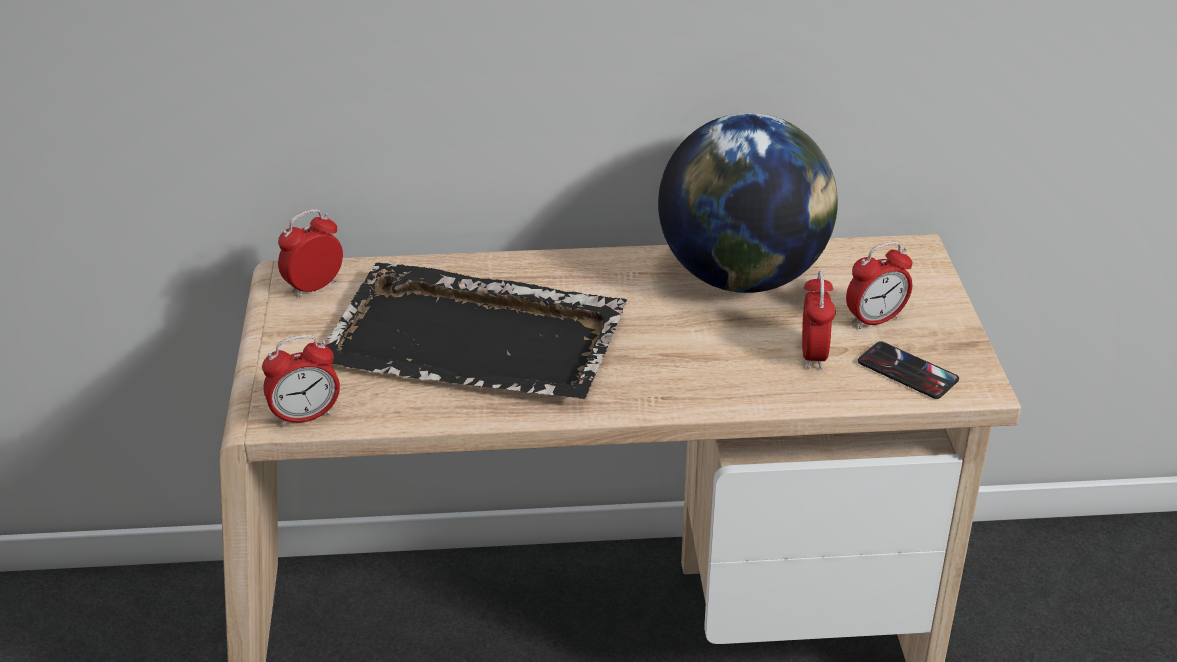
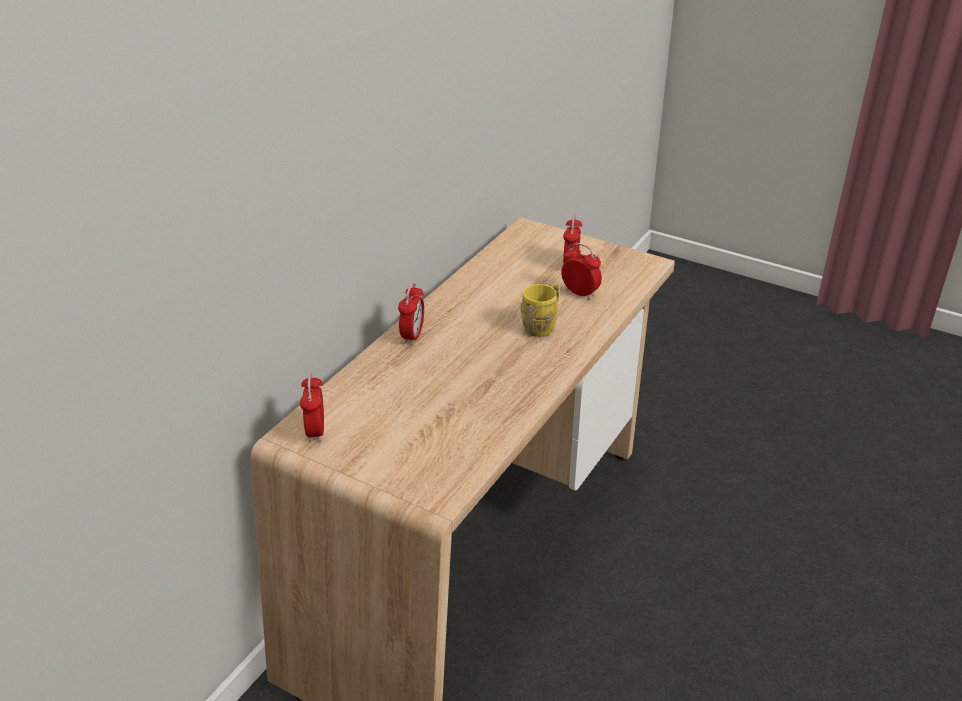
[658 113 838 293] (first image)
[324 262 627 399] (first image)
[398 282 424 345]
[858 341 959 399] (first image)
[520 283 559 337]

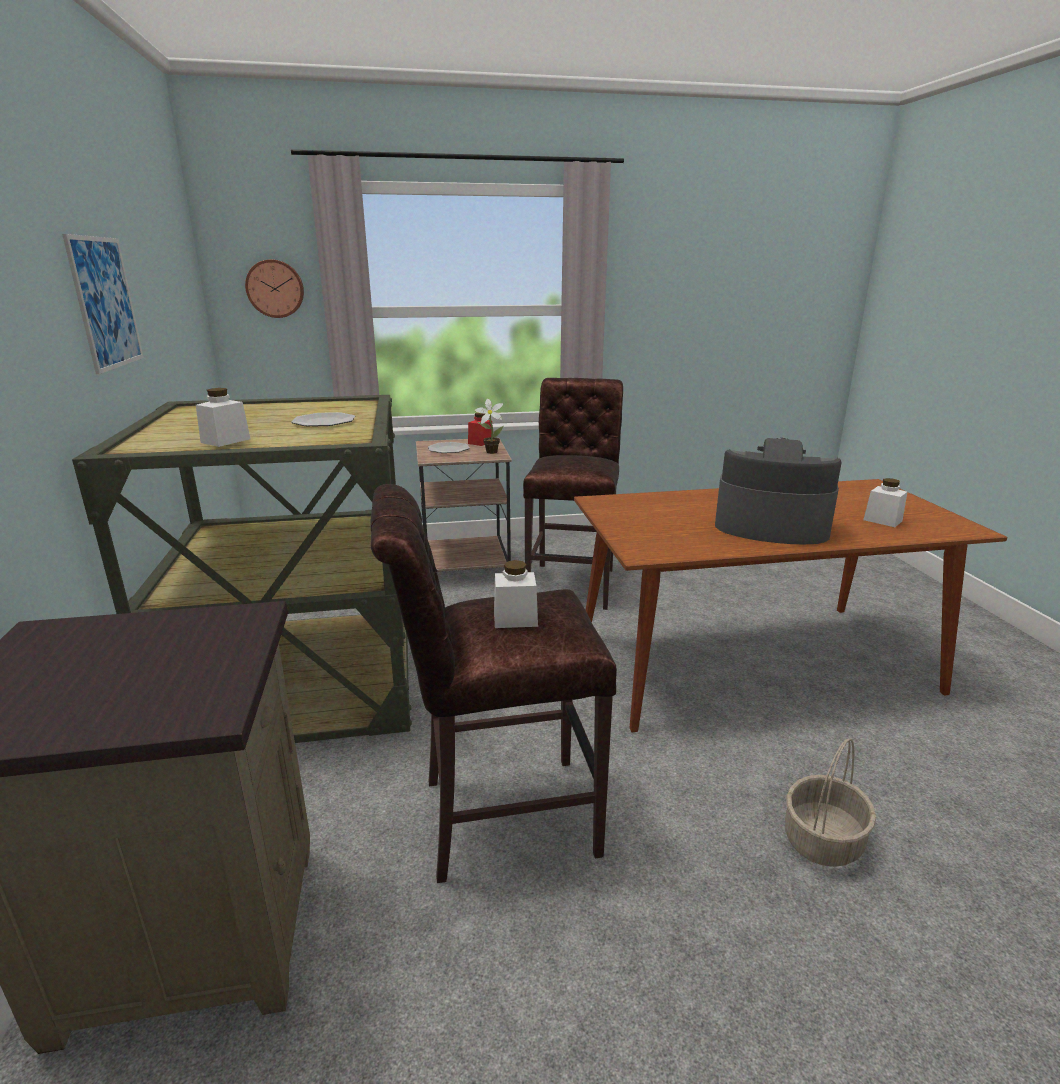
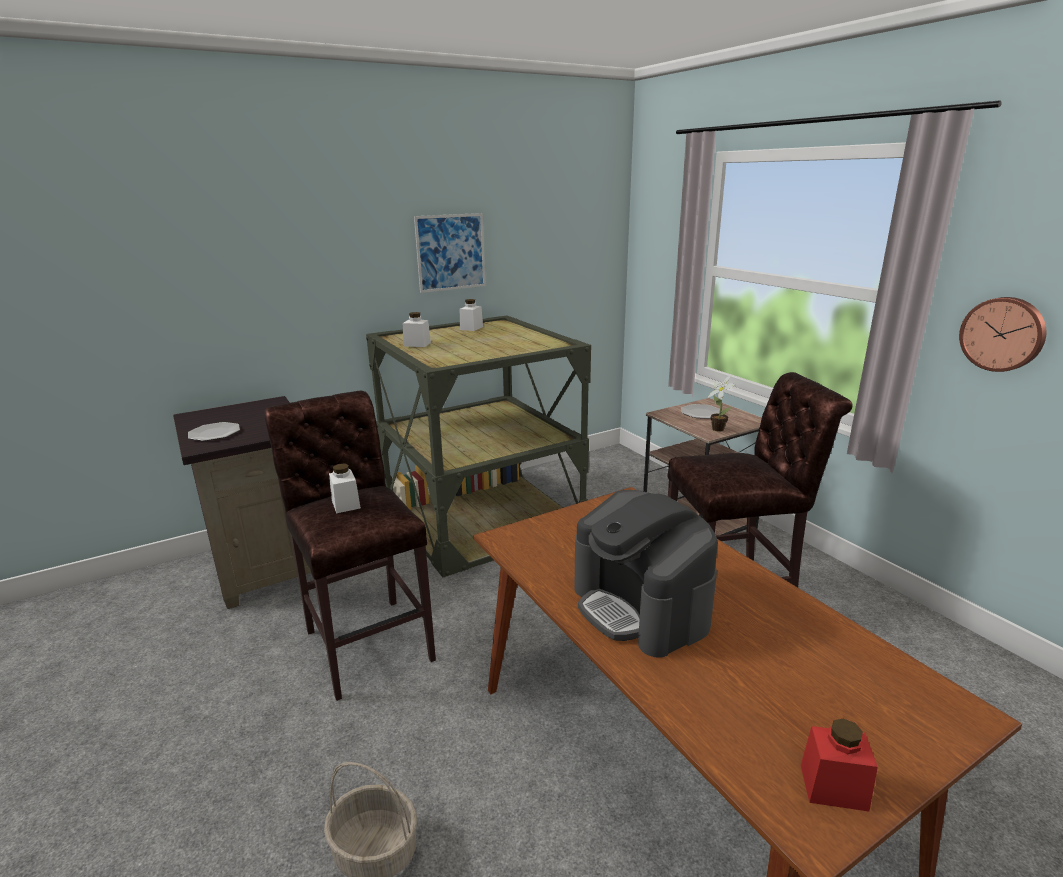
[959 297 1046 372]
[188 422 240 441]
[801 719 878 811]
[574 490 718 657]
[460 299 483 331]

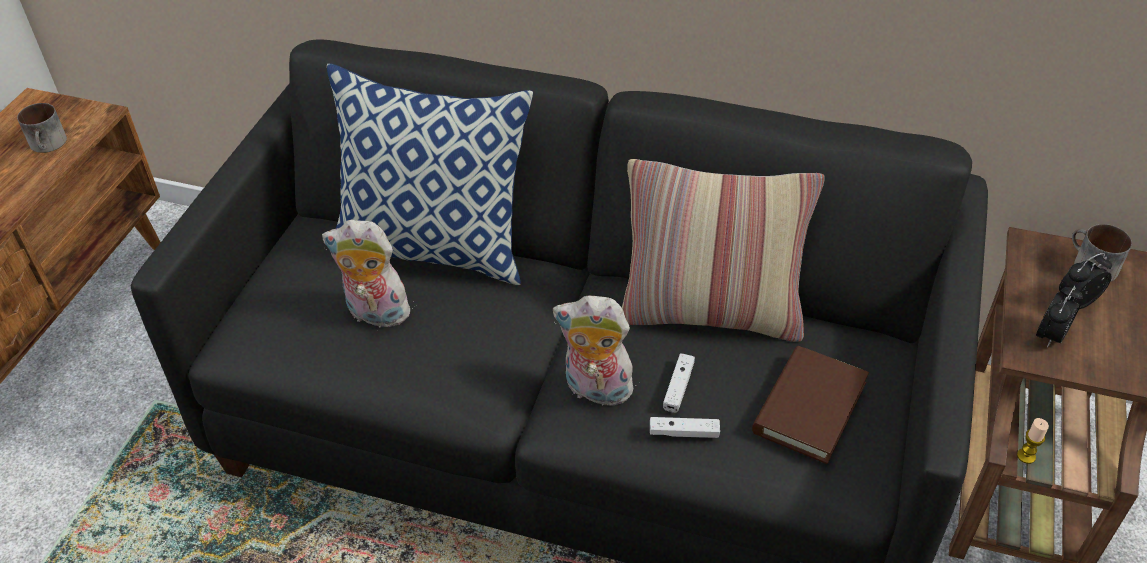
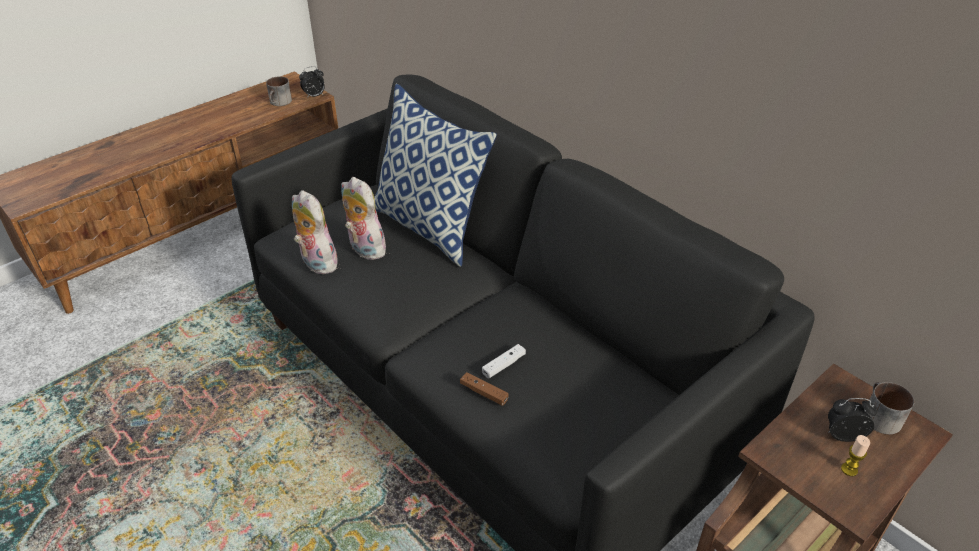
[622 159 825 342] (first image)
[299 66 325 98]
[292 190 338 274]
[752 346 869 464] (first image)
[460 372 509 406]
[841 435 870 476]

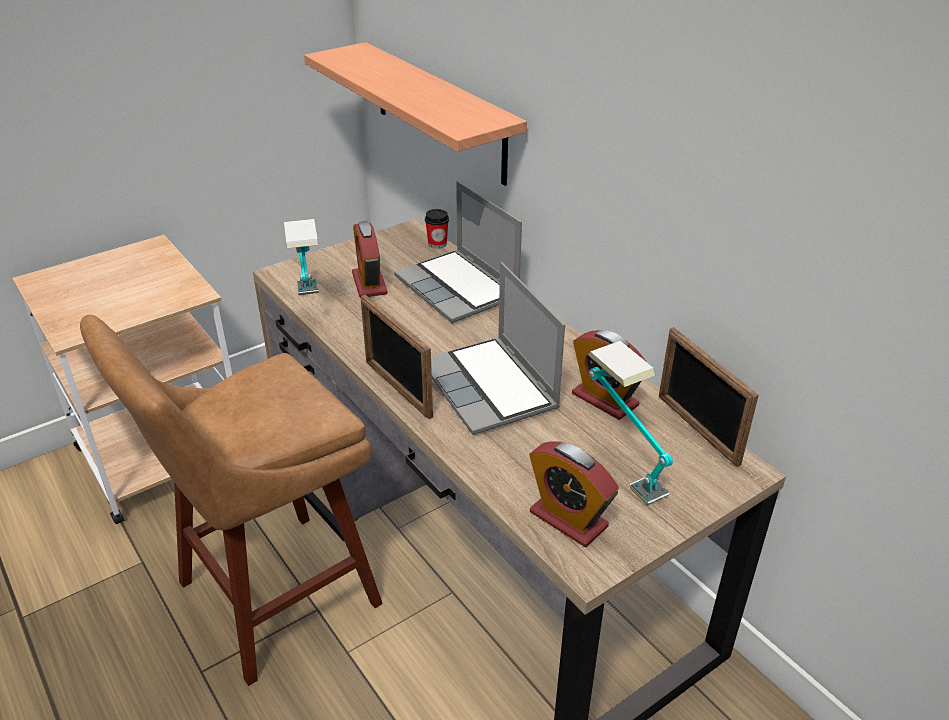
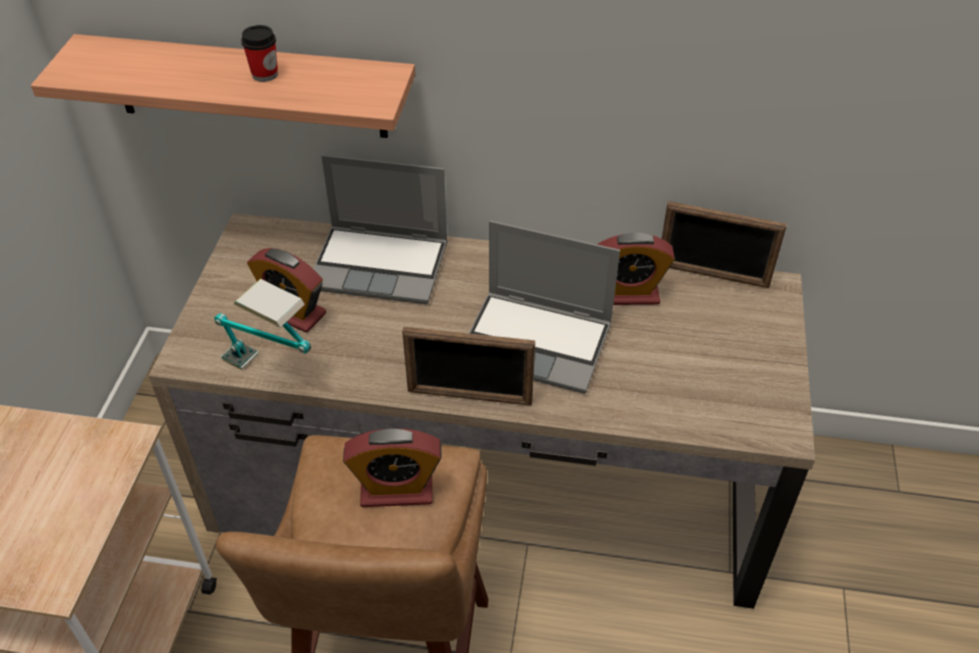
[241 25 278 82]
[588 341 673 505] (first image)
[343 428 442 507]

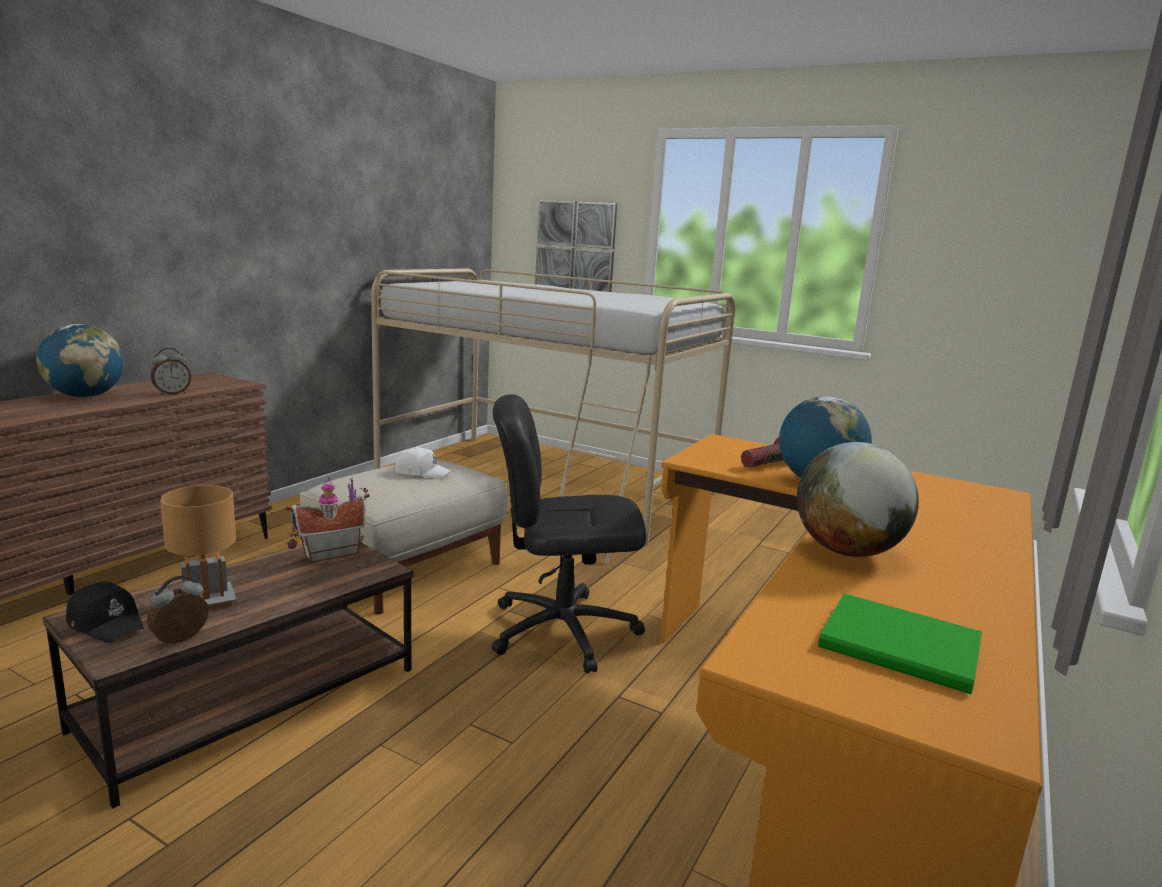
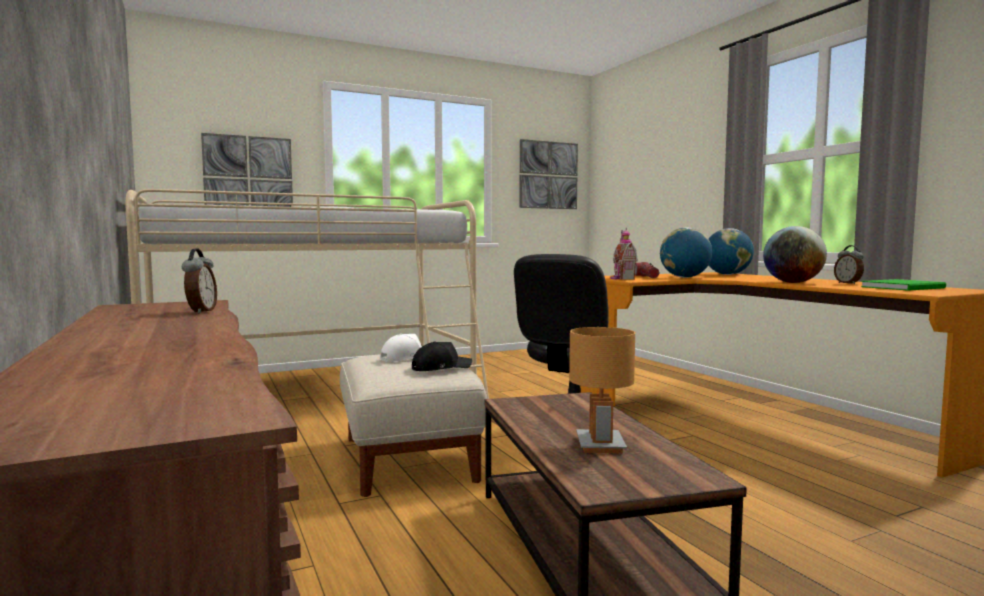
[709 228 754 275]
[610 227 638 280]
[834 245 864 284]
[412 341 472 371]
[519 139 578 209]

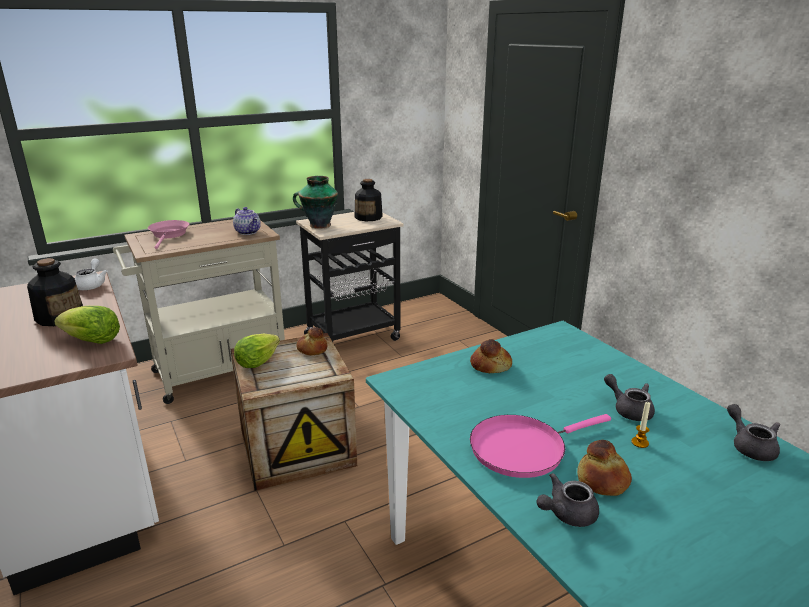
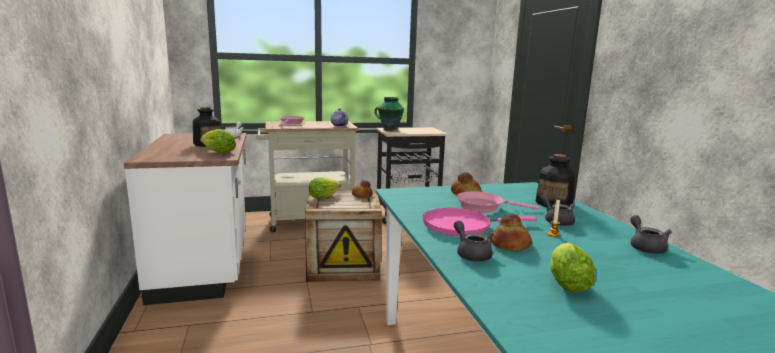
[536 154 575 207]
[454 221 494 262]
[456 191 539 213]
[550 243 595 292]

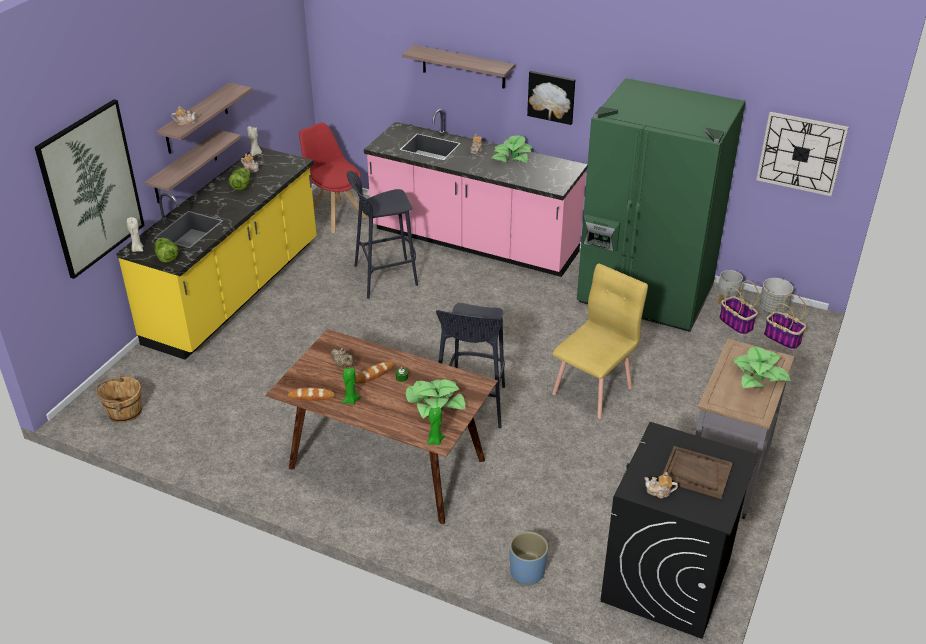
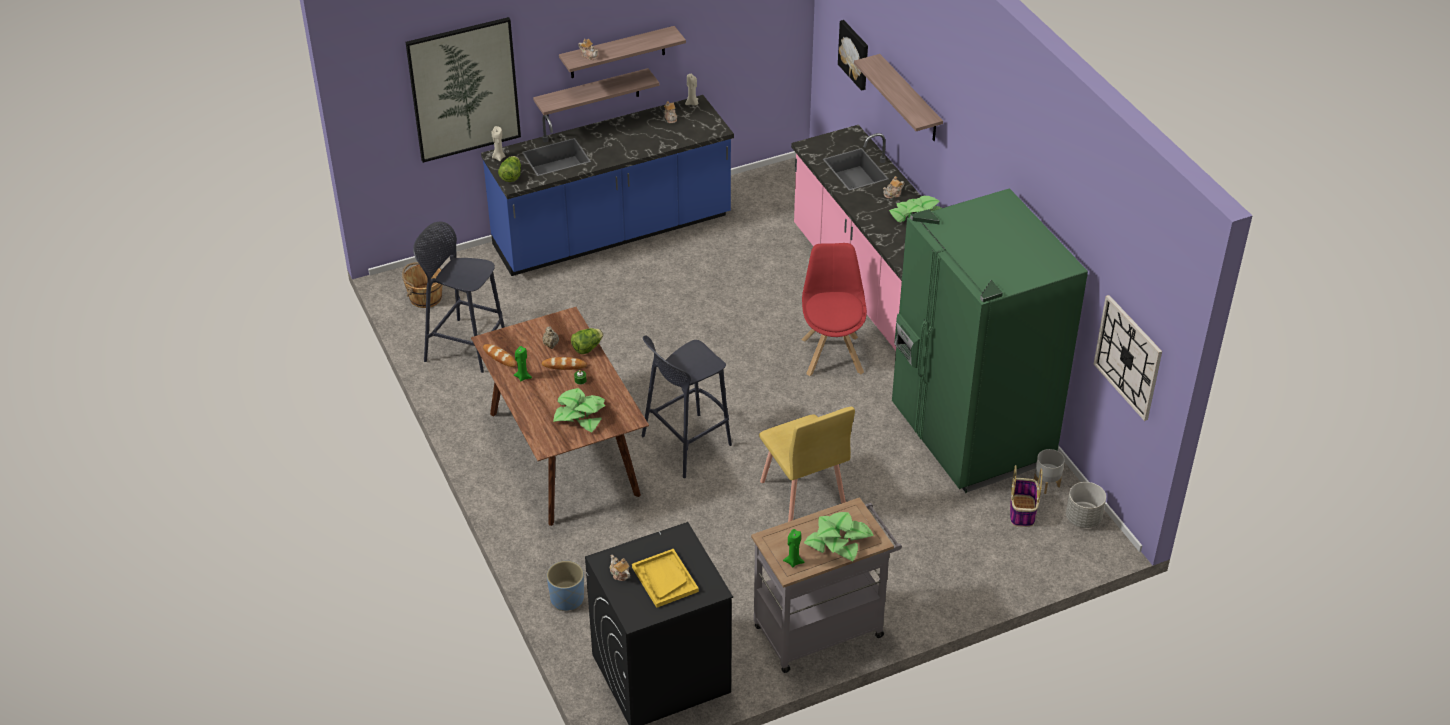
[838 20 868 91]
[801 243 867 376]
[481 95 734 276]
[571 328 603 354]
[413 222 505 373]
[759 407 855 522]
[764 294 806 350] (first image)
[783 529 804 568]
[632 549 699 608]

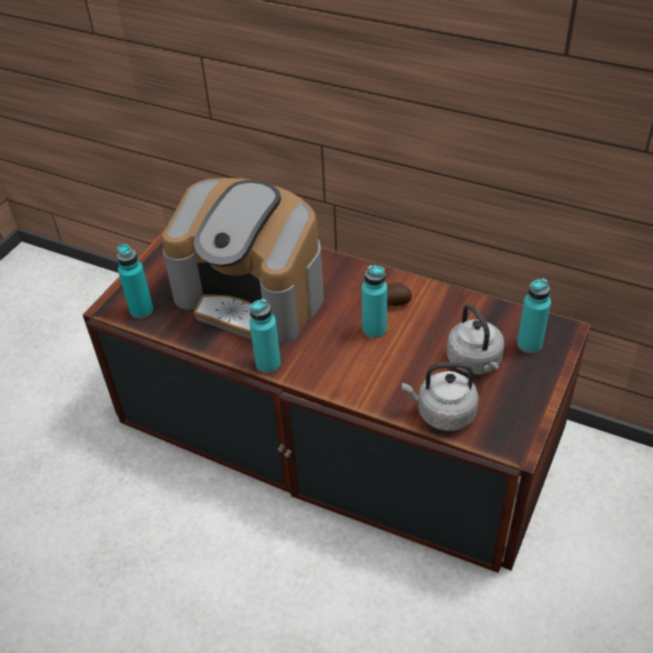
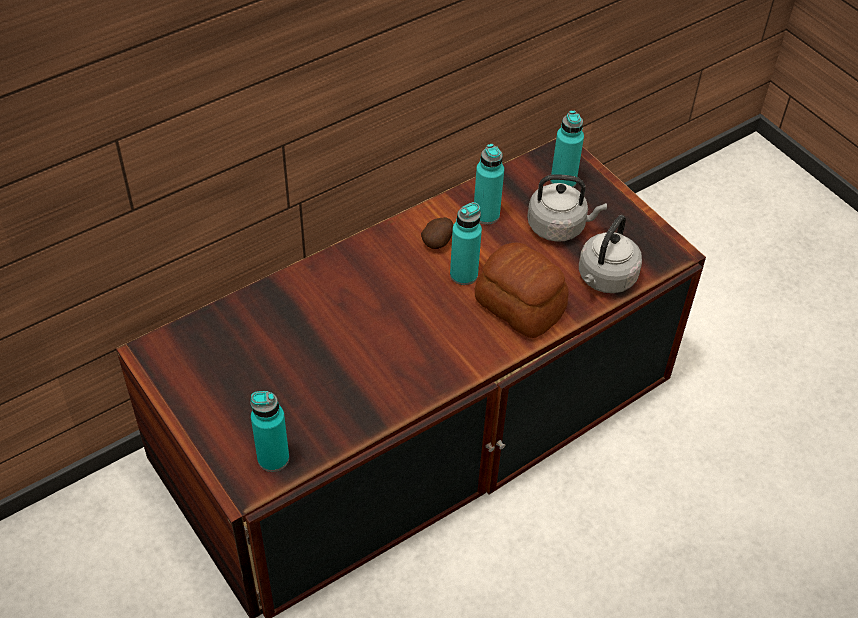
[162 178 324 343] (first image)
[474 144 504 224]
[475 243 569 338]

